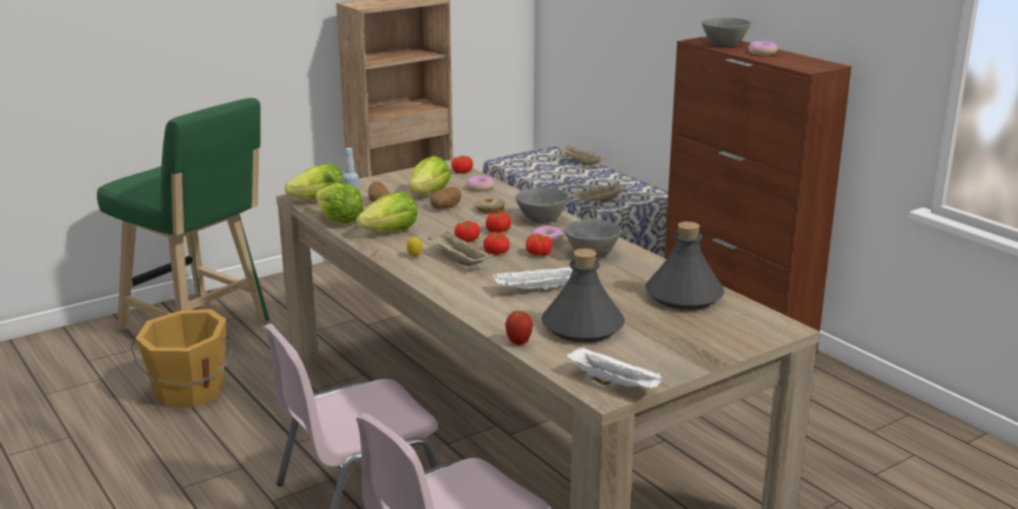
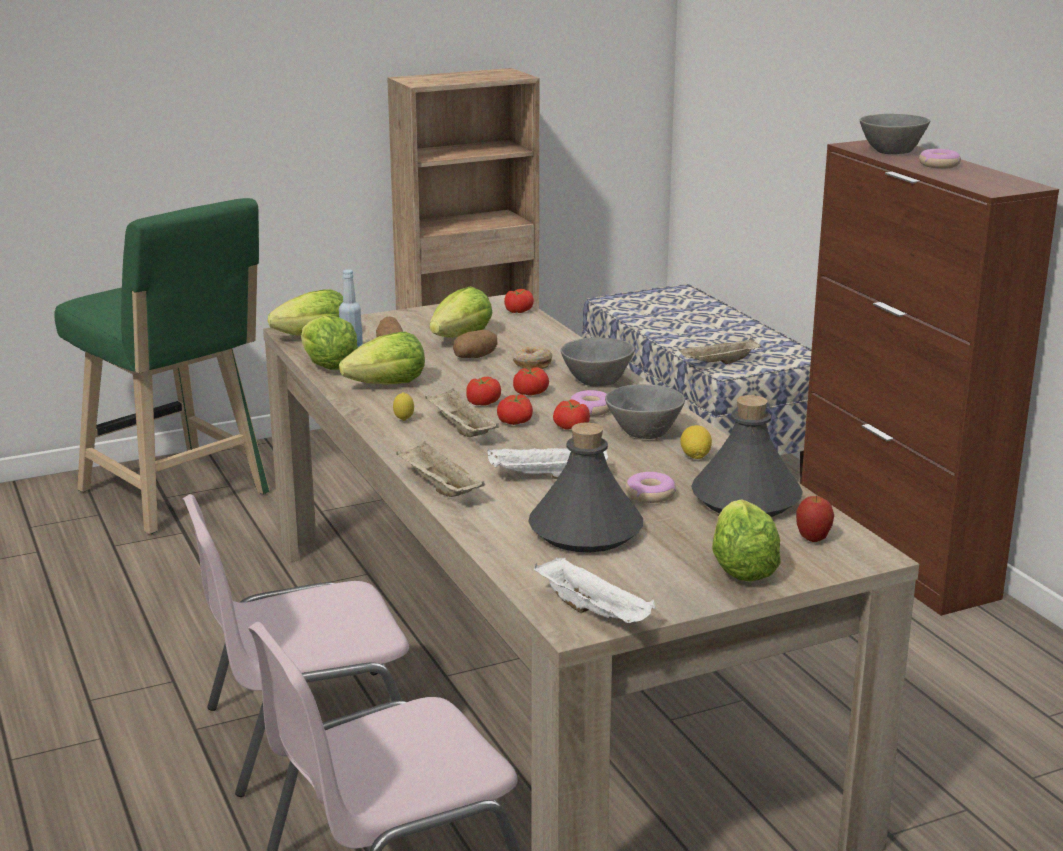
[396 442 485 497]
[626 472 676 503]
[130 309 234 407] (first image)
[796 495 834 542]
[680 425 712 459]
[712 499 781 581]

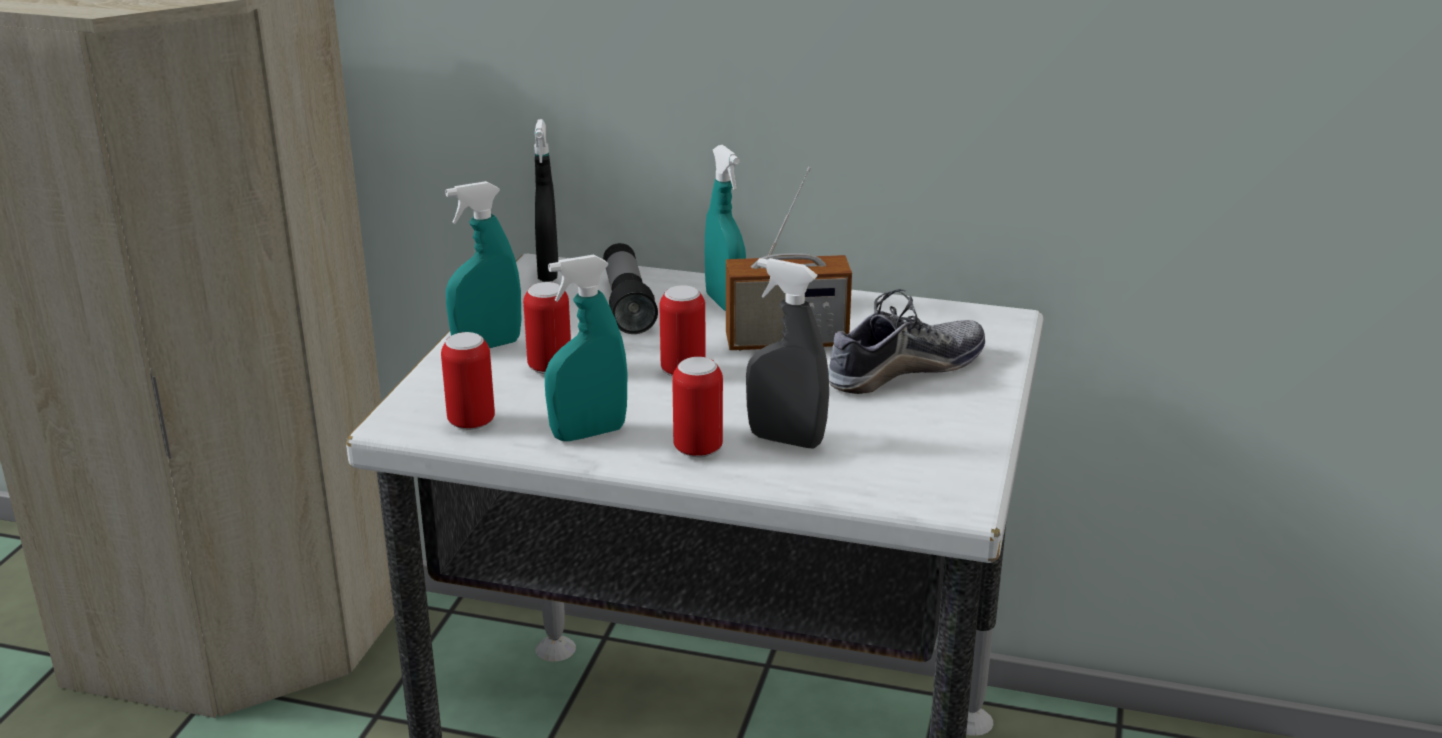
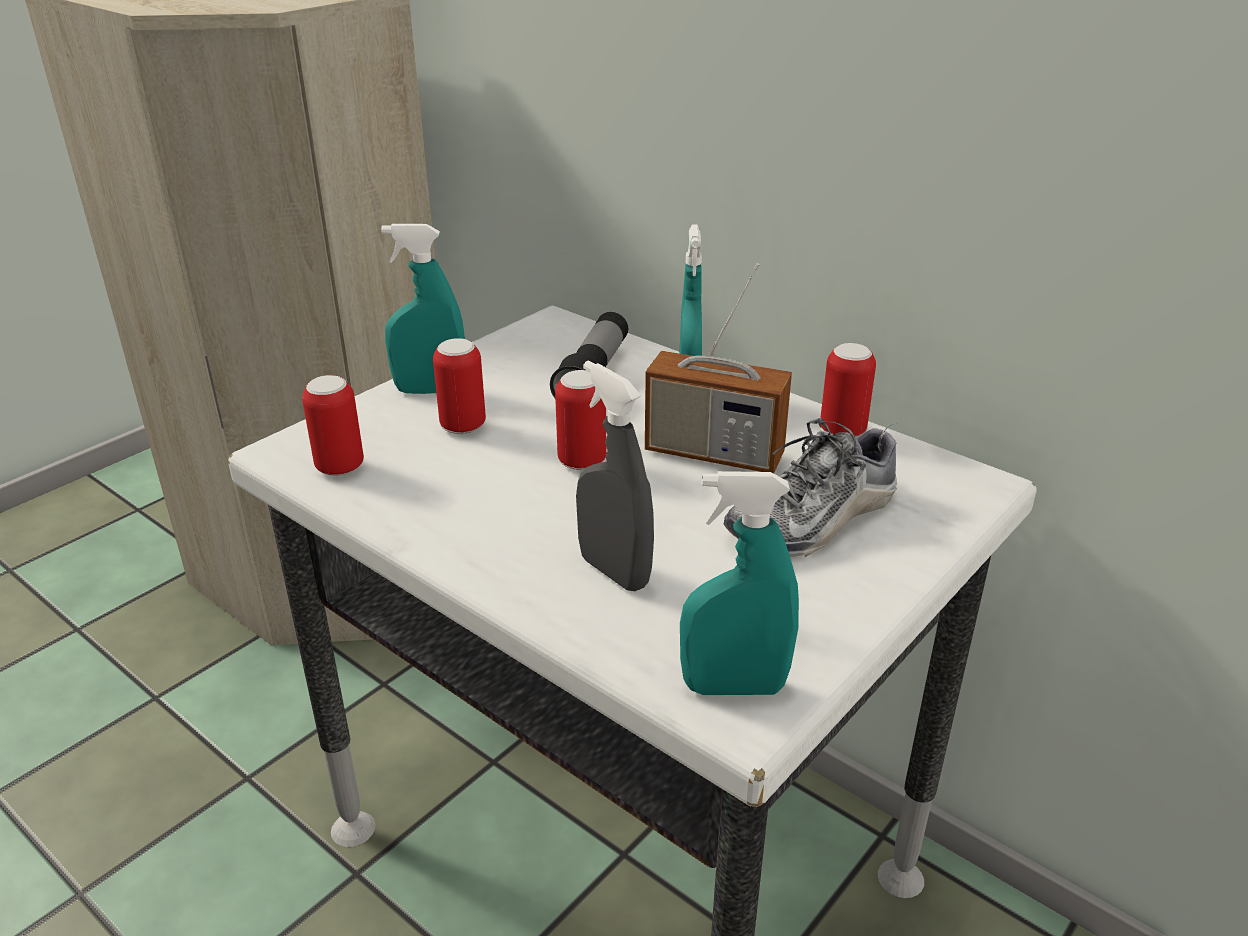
[534 119 558 282] (first image)
[680 471 799 695]
[724 418 897 557]
[821 343 876 438]

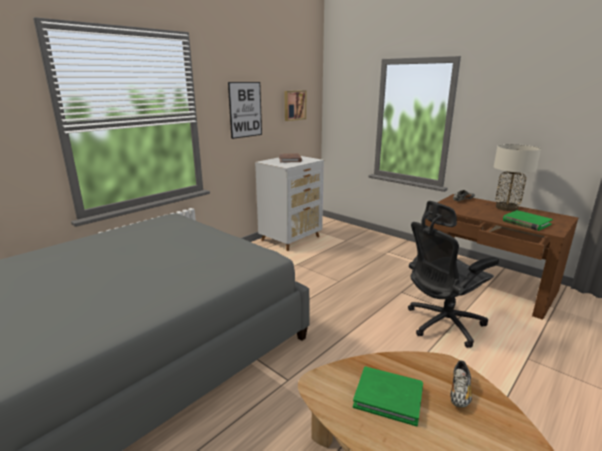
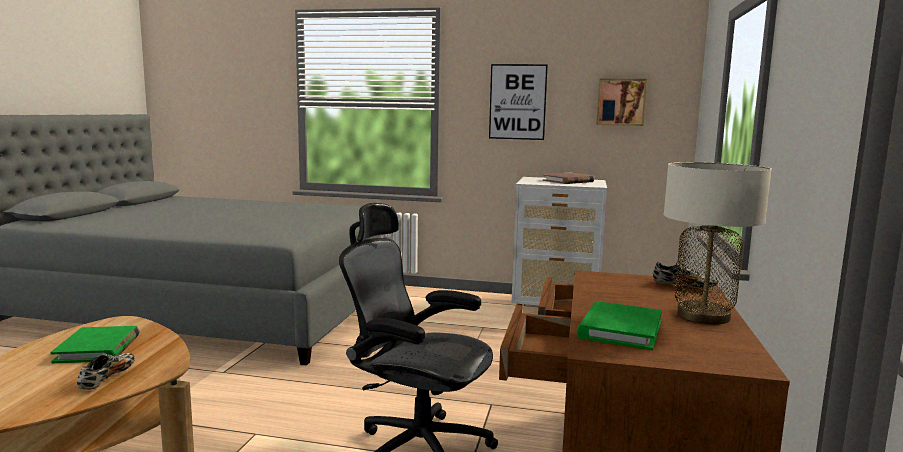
[77 353 135 390]

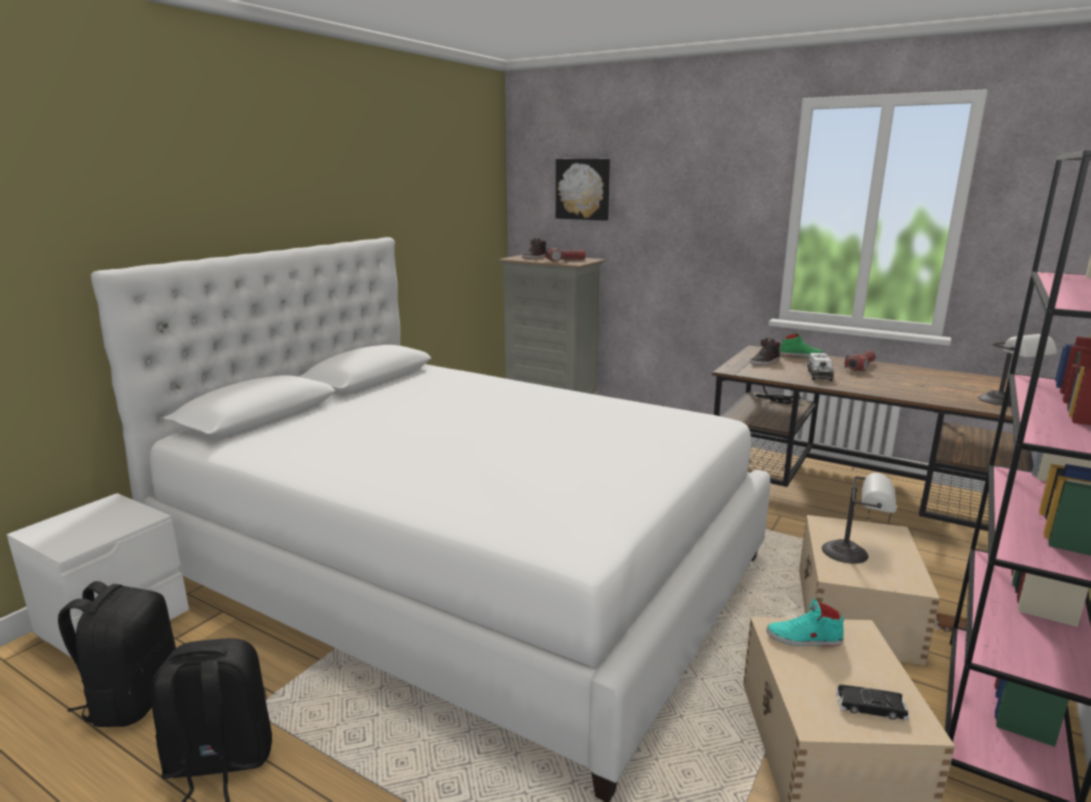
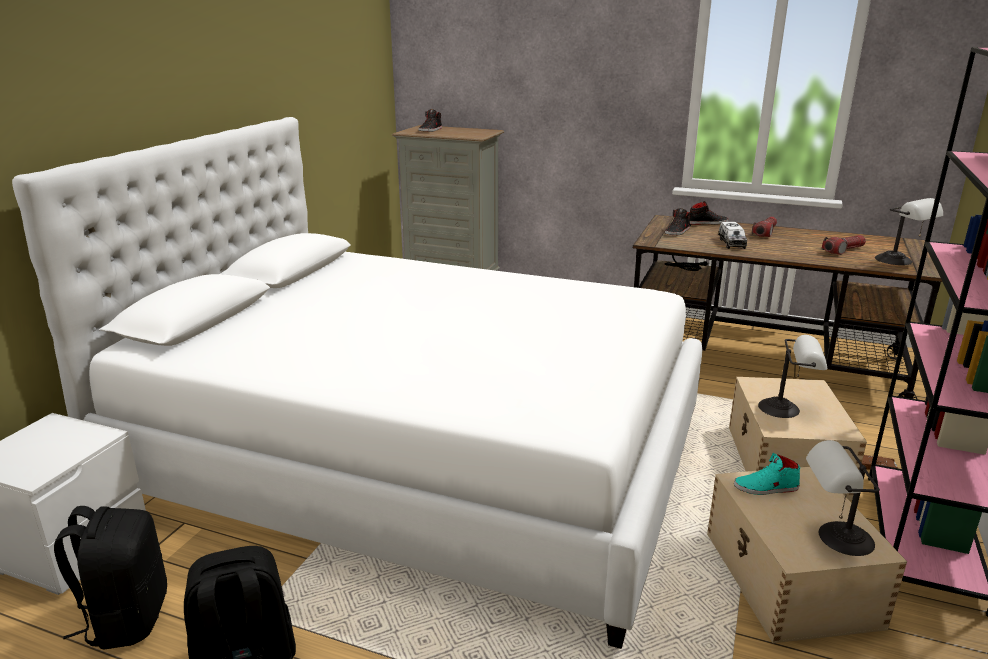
[556 159 610 221] (first image)
[822 235 866 255]
[690 201 728 225]
[806 440 880 556]

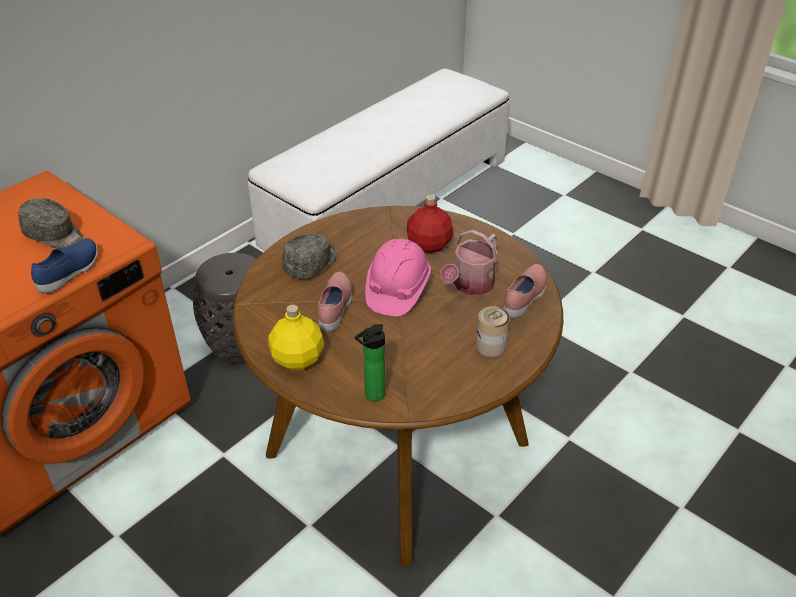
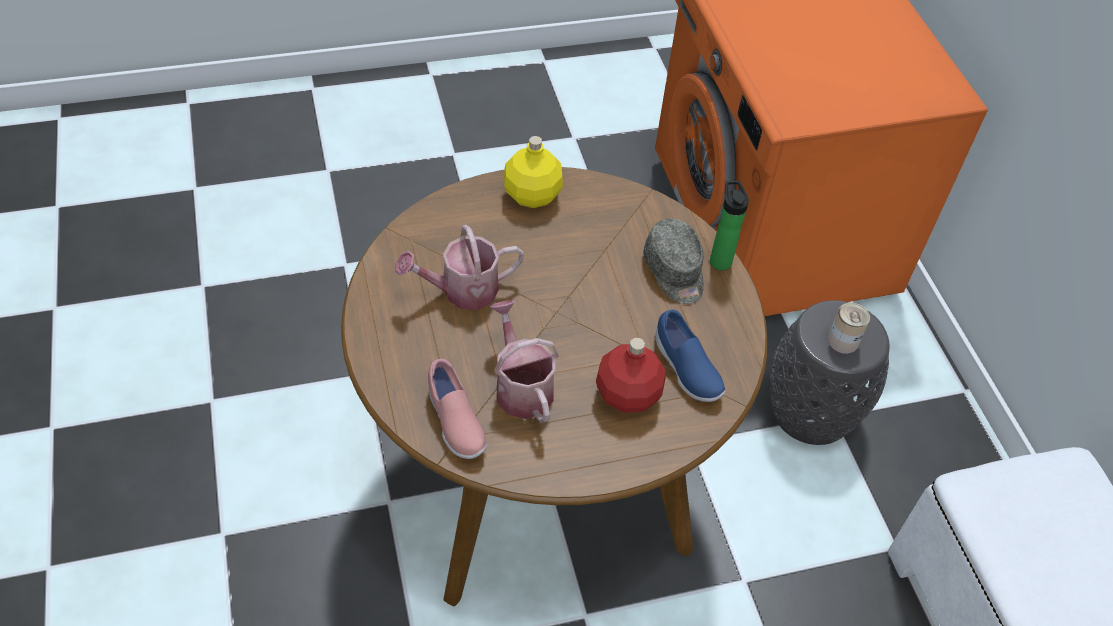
[18 198 83 248] (first image)
[656 309 725 402]
[365 239 431 316] (first image)
[318 272 352 332] (first image)
[828 303 870 354]
[710 181 749 271]
[395 225 524 310]

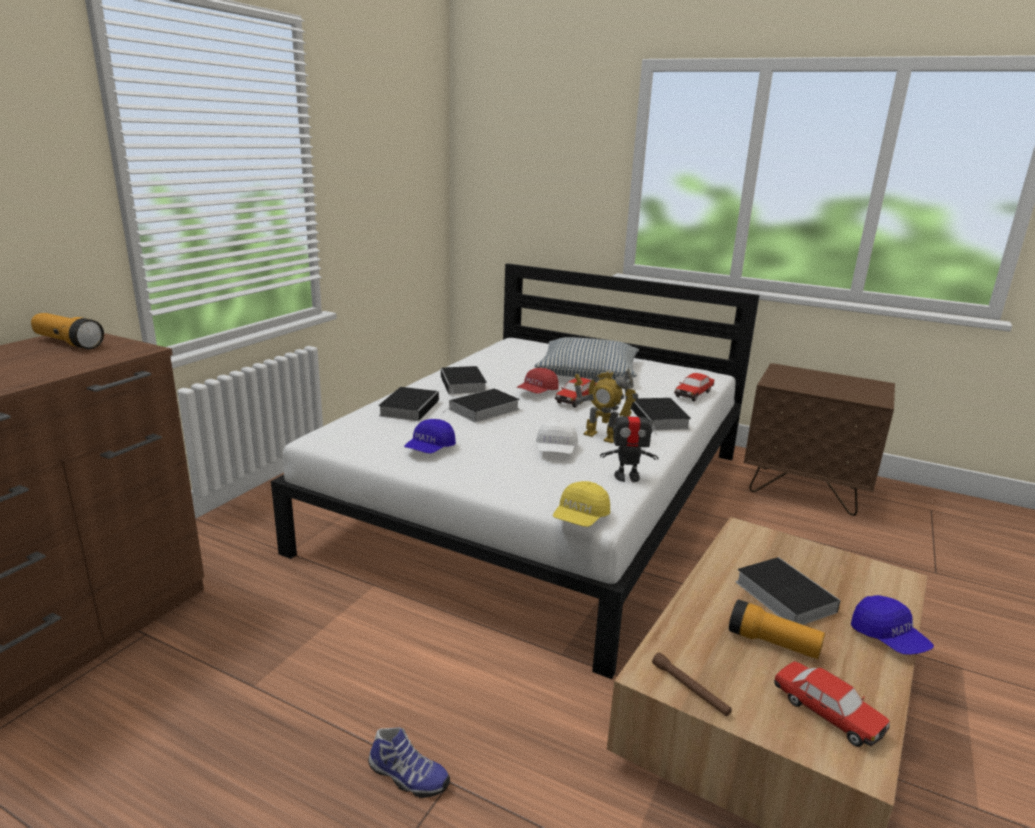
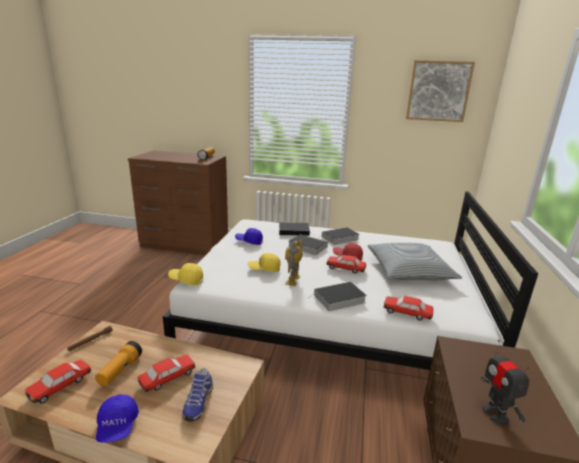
[481 340 529 424]
[248 253 281 272]
[138 355 195 392]
[96 394 139 443]
[183 367 213 422]
[406 60 475 122]

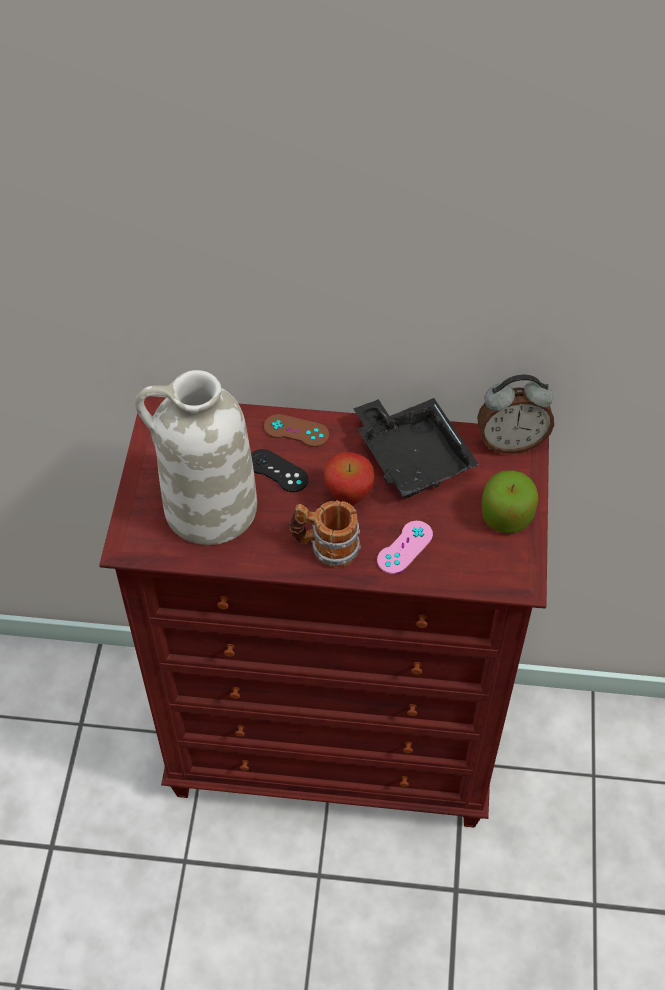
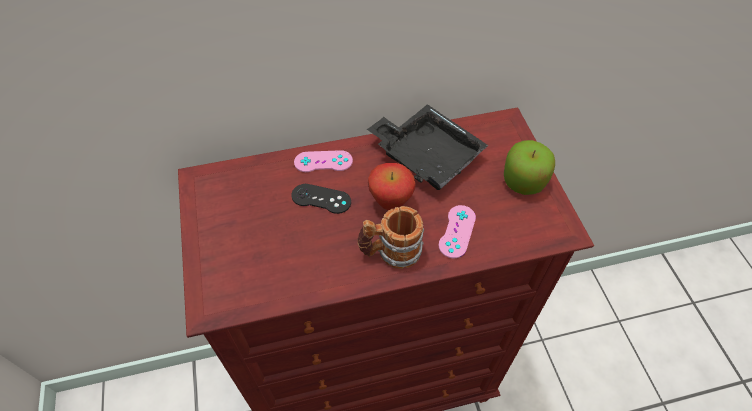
[135 370 257 545] (first image)
[477 375 554 454] (first image)
[294 150 353 172]

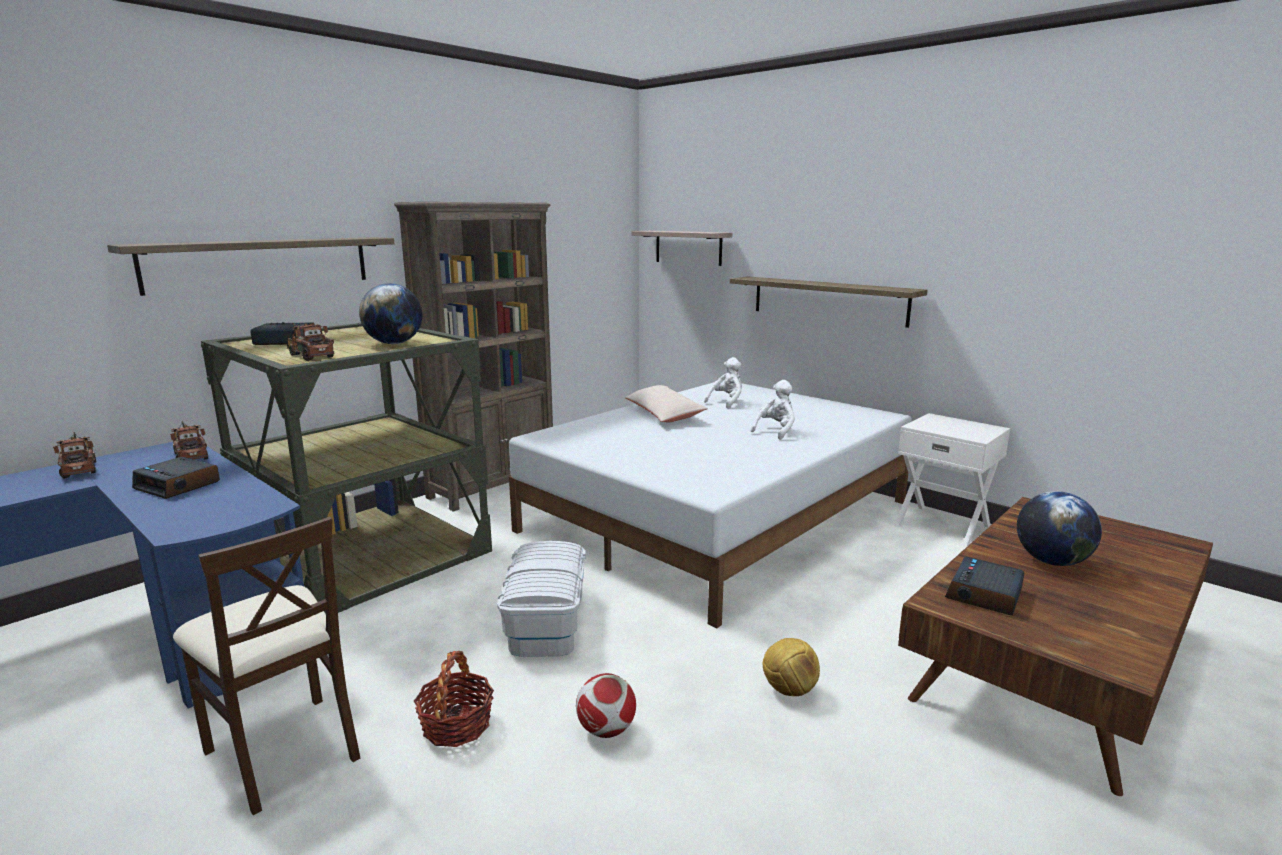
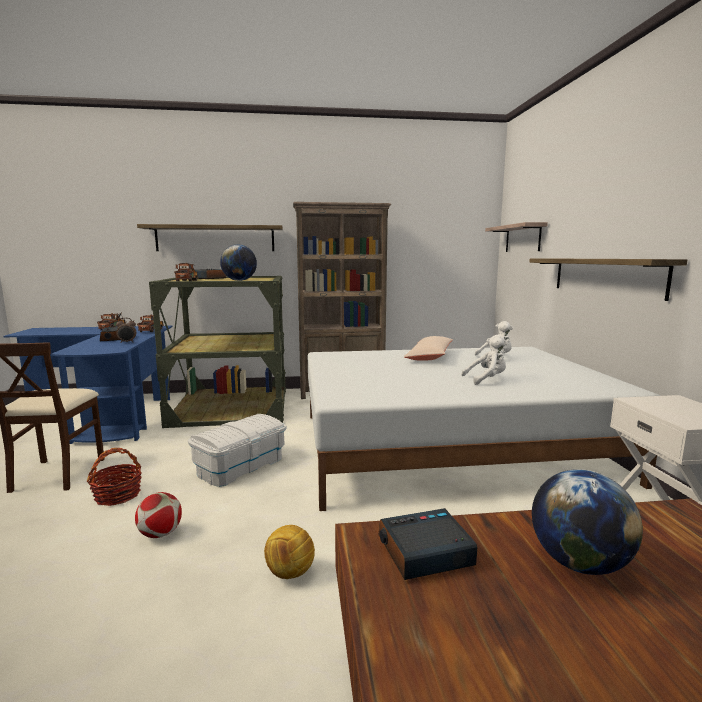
[116 318 136 343]

